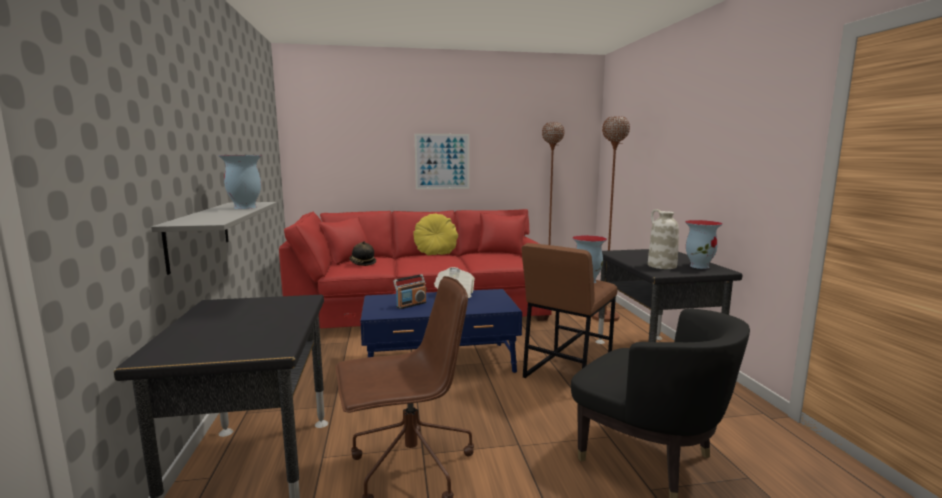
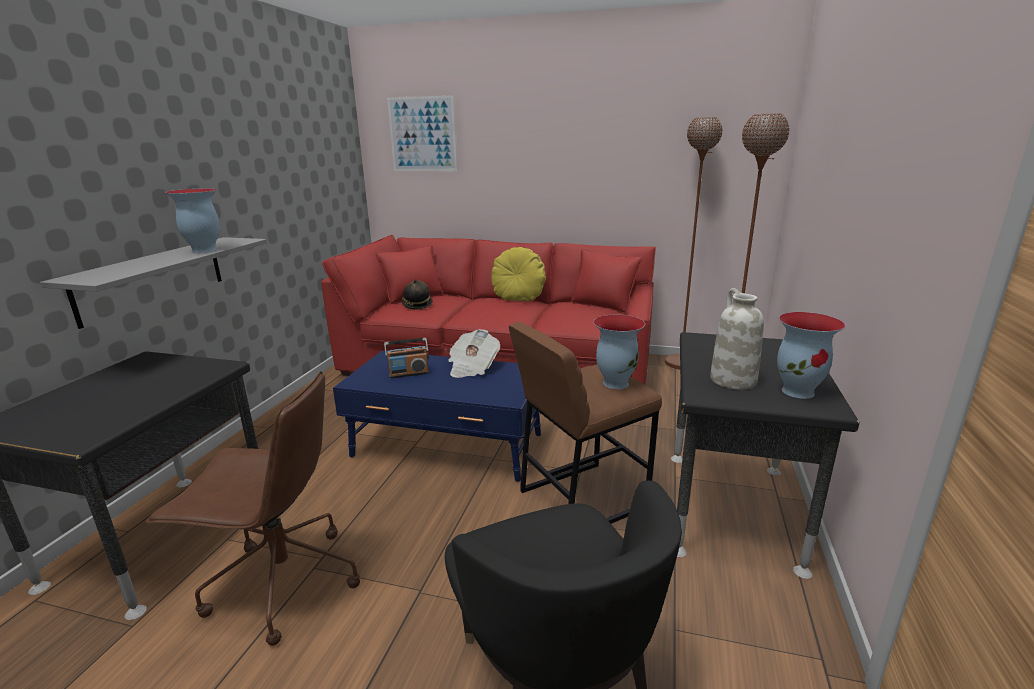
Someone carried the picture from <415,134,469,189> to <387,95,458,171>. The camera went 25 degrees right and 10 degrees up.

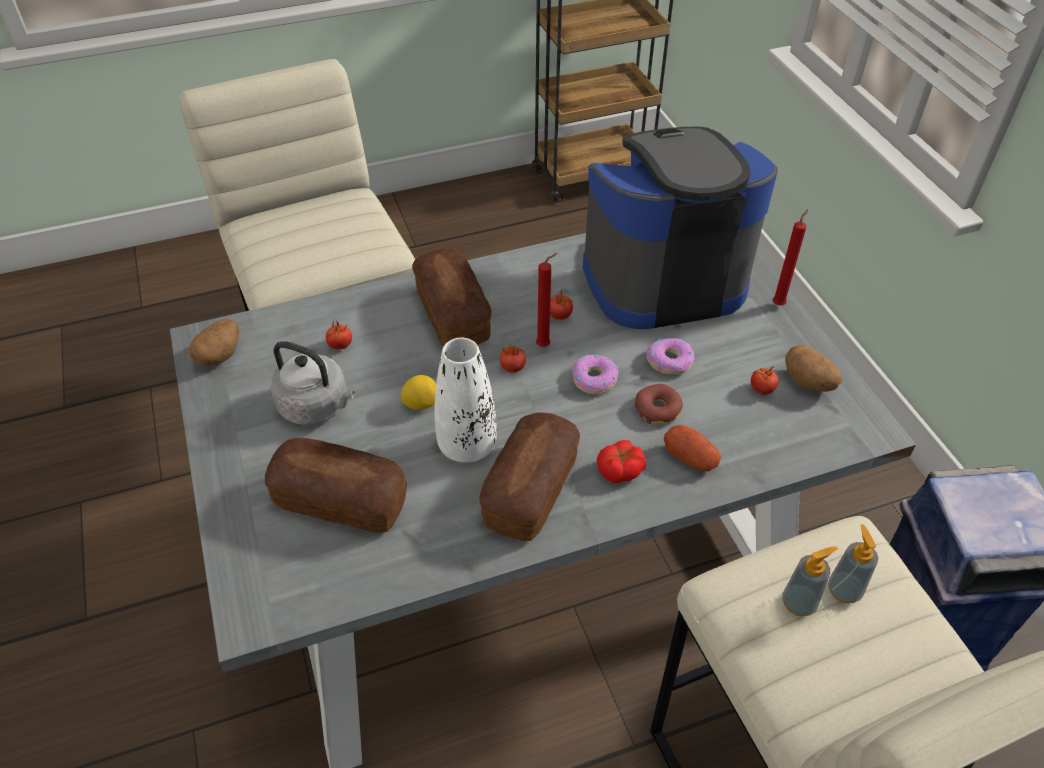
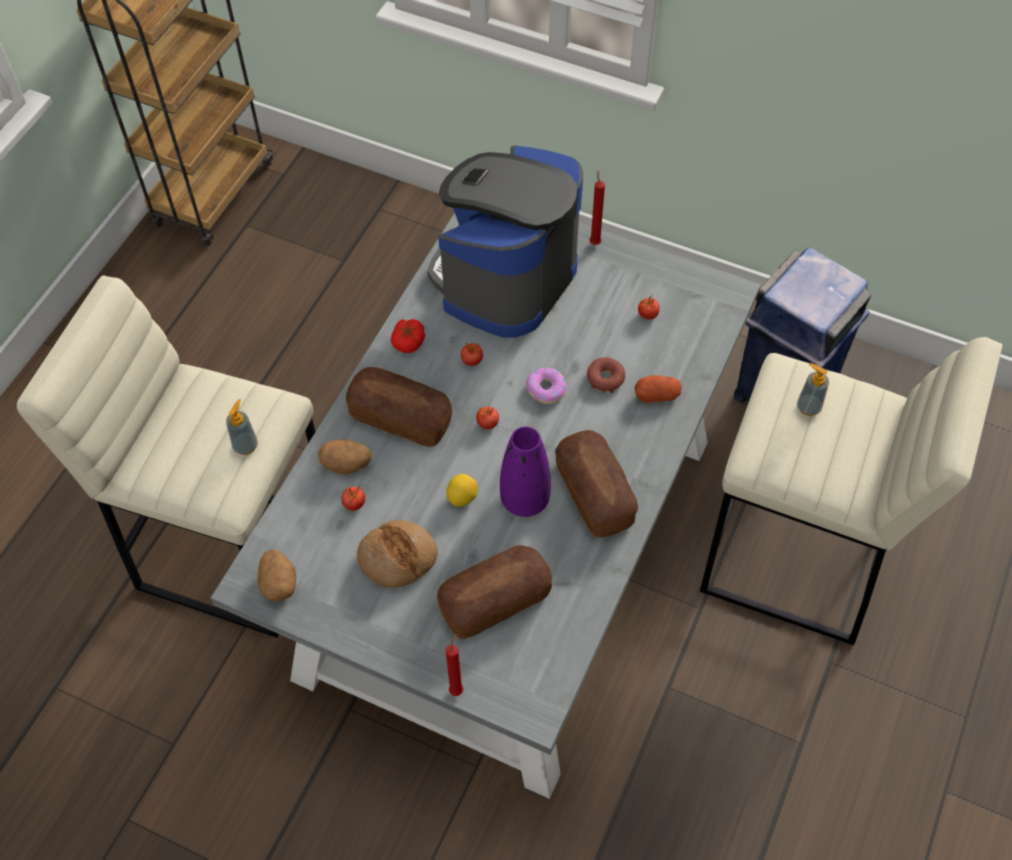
Someone carried the soap bottle from <782,546,838,616> to <226,399,258,455>. Someone carried the potato from <785,345,842,392> to <318,439,372,475>. Someone swapped the grey tea kettle at <271,341,355,425> for the bread at <357,520,438,588>. Someone carried the whole tomato from <597,440,646,483> to <391,319,425,353>. Someone carried the reddish candle from <536,253,557,347> to <446,634,464,696>. Someone repainted the white decorative vase at <435,338,497,463>, which became the purple-coloured decorative vase at <500,426,551,517>. Someone took away the doughnut at <647,338,694,375>. The camera went 45 degrees left and 10 degrees up.

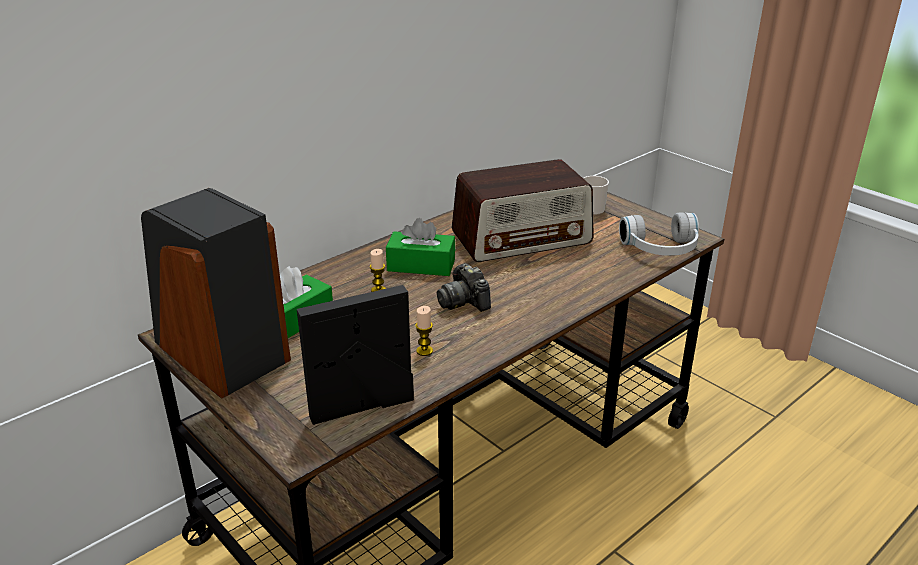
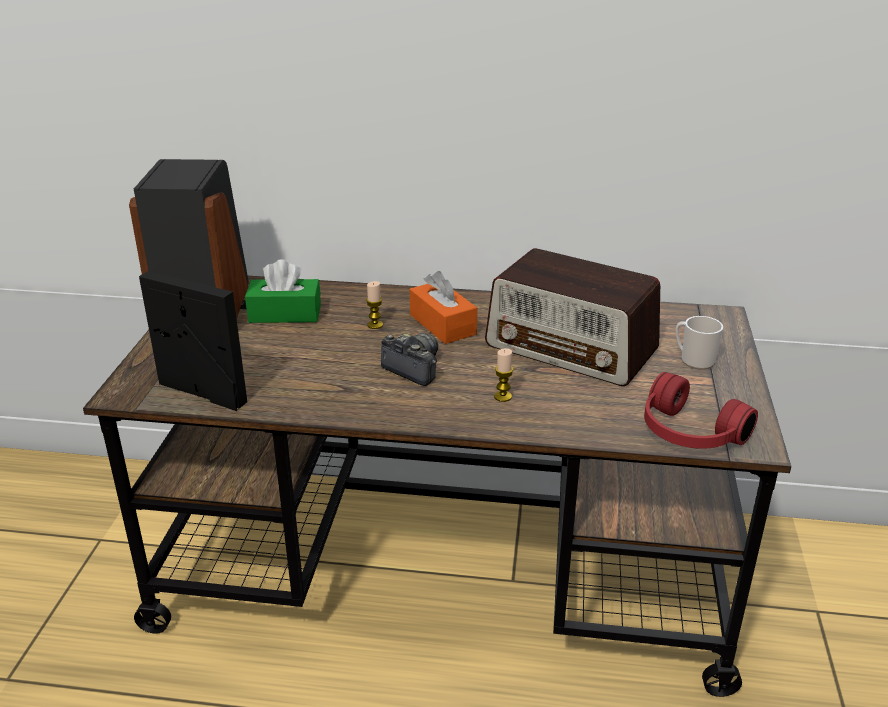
Someone rotated the still camera at <437,263,491,312> by 105 degrees clockwise. Someone repainted the green-coloured tissue box at <386,218,455,276>, which became the orange-coloured tissue box at <410,271,477,344>. Someone carried the candle from <415,306,433,356> to <494,348,513,402>. Someone repainted the white headset at <619,212,699,256>, which became the reddish headset at <644,372,758,449>. The camera went 50 degrees right and 0 degrees up.

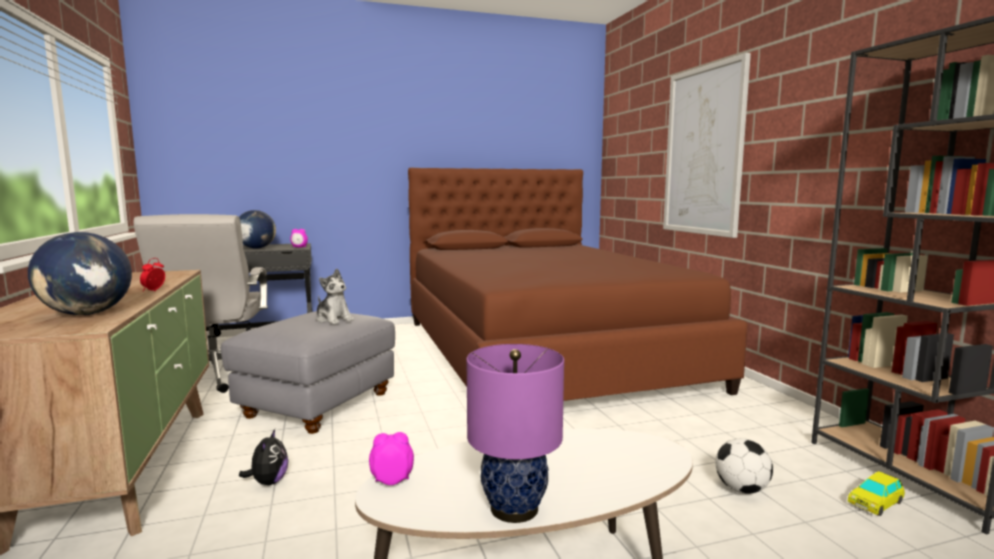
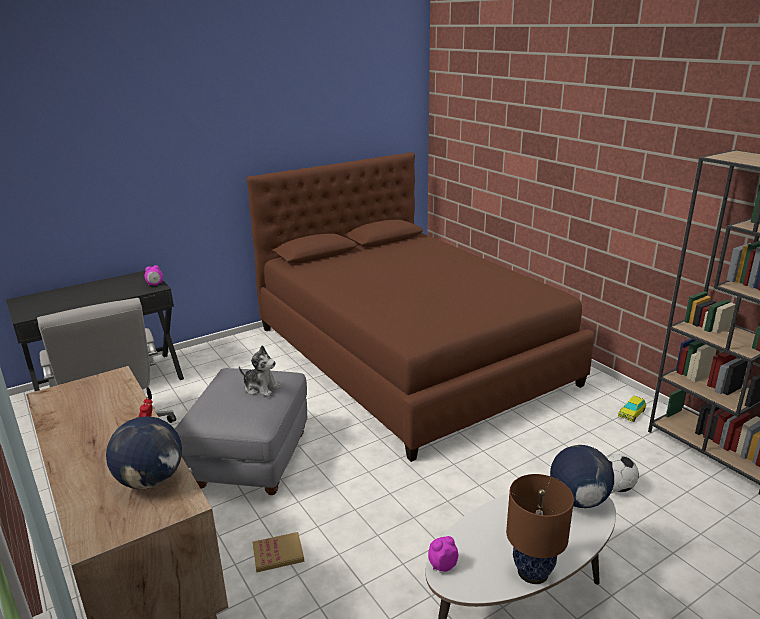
Someone swapped the plush toy at <239,429,288,485> for the volume at <252,532,304,573>. Someone repainted the purple-coloured table lamp at <466,344,564,523>, which became the brown table lamp at <506,474,574,584>. Someone carried the world globe from <239,210,276,248> to <550,445,614,508>. Someone carried the miniature car from <848,471,905,516> to <618,396,646,422>. Someone took away the picture at <663,53,751,238>. The camera went 15 degrees left and 15 degrees up.

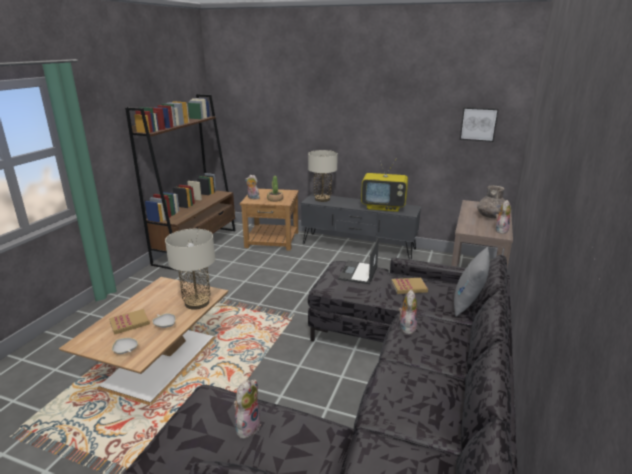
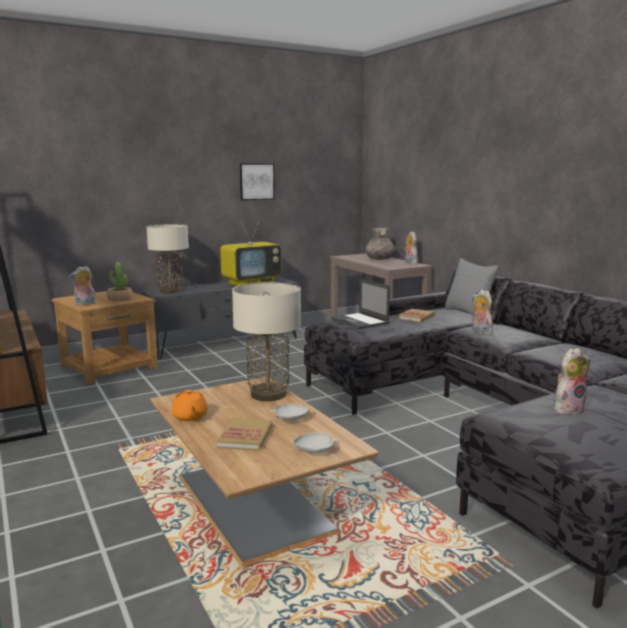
Someone put down the orange-coloured tea pot at <171,390,208,421>. Someone carried the picture from <460,107,499,142> to <239,163,275,200>. Someone rotated the plush toy at <234,379,261,441> by 90 degrees clockwise. The camera went 50 degrees left and 10 degrees down.

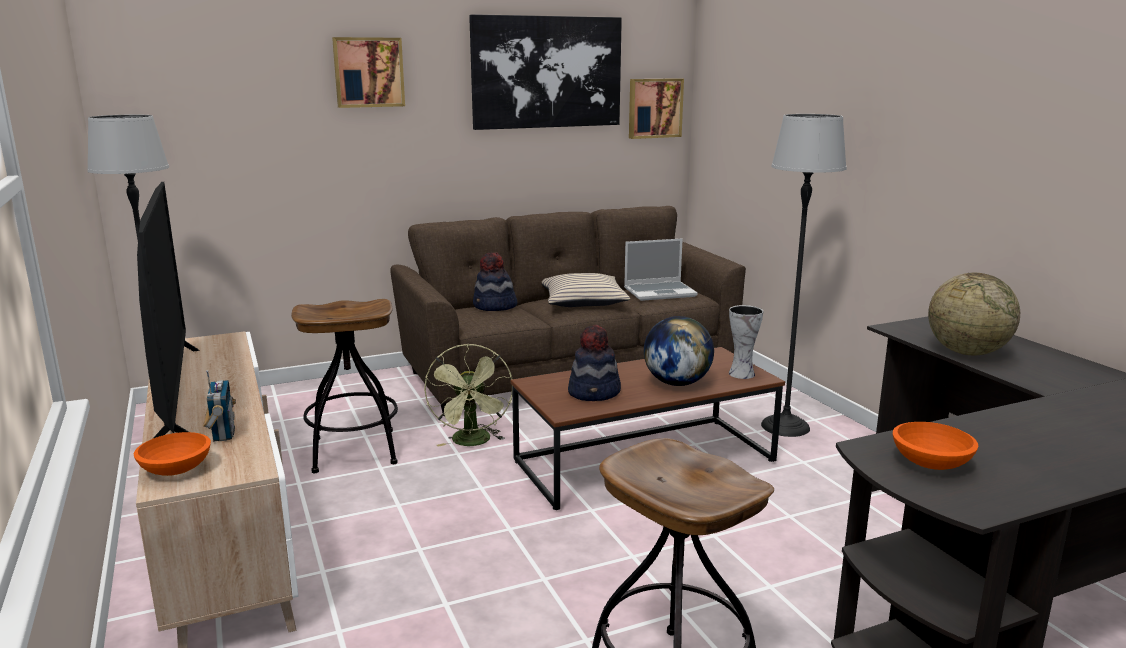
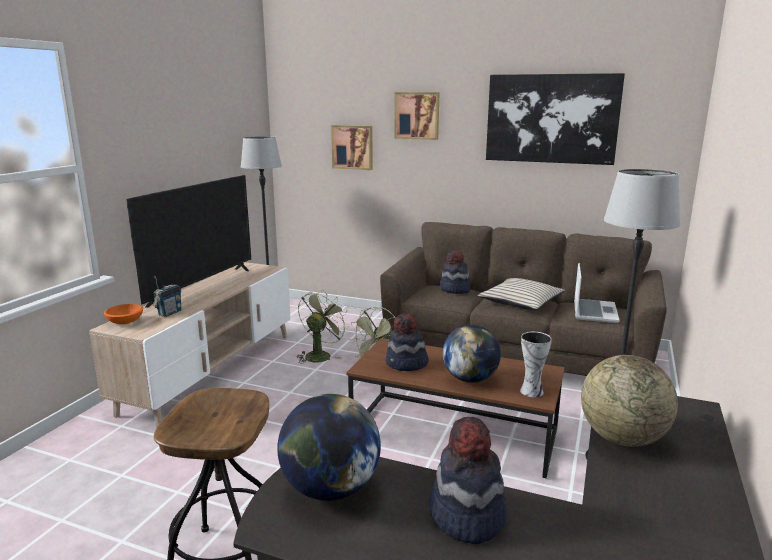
Someone swapped the orange-coloured bowl at <893,422,978,470> for the world globe at <277,394,381,501>. Someone swapped the brown sitting stool at <291,299,398,473> for the green-coloured electric fan at <297,289,350,364>. Someone carried the picture from <629,78,684,139> to <331,125,373,170>. Someone put down the hat at <429,417,507,544>. Someone rotated the laptop at <624,239,698,301> by 105 degrees counterclockwise. The camera went 45 degrees right and 0 degrees up.

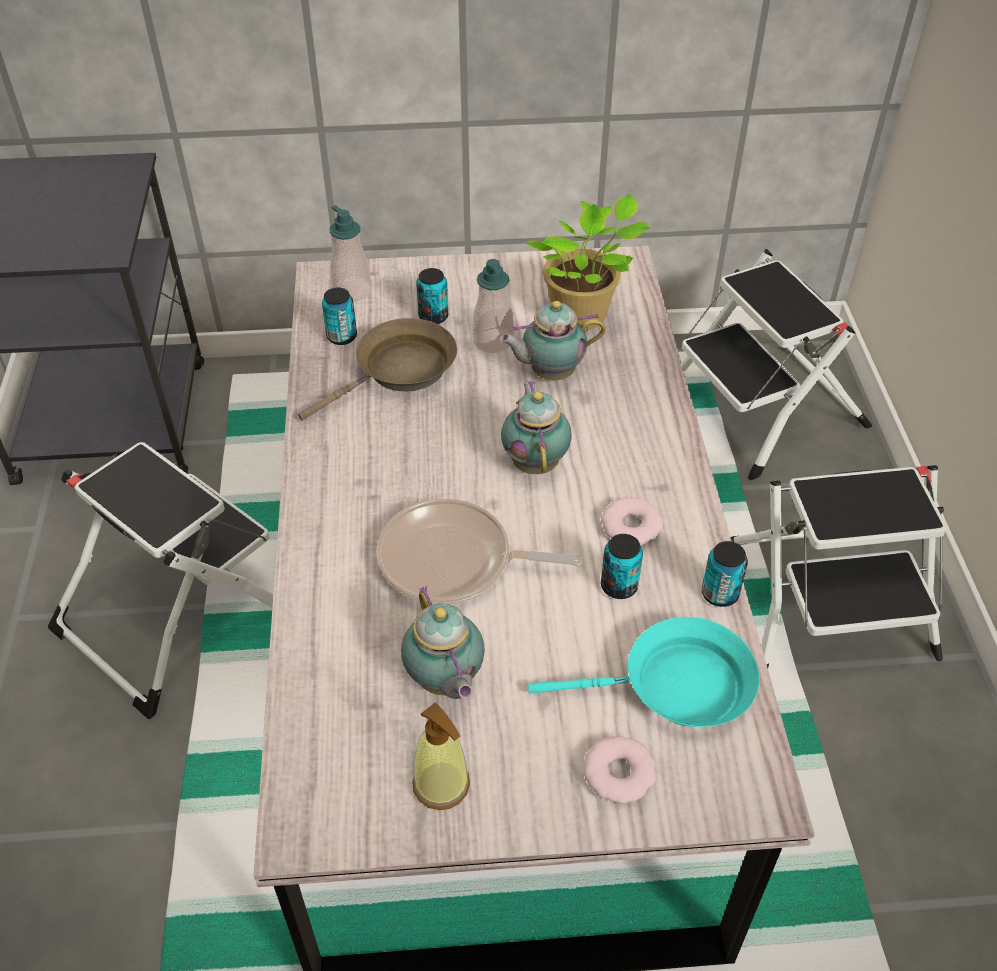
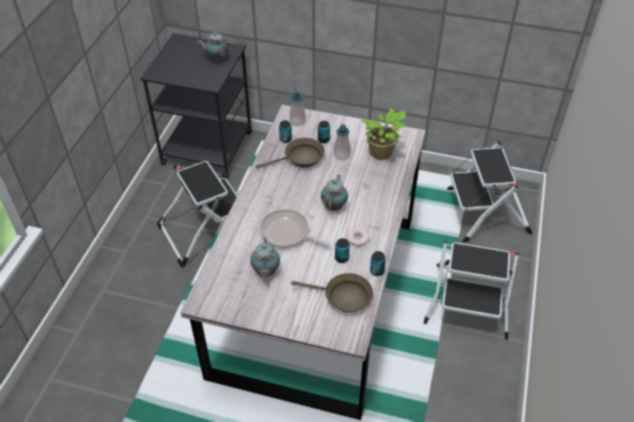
Someone carried the tea pot from <499,301,605,380> to <197,32,234,60>. Someone repainted the blue-green skillet at <528,617,759,727>, which became the brown skillet at <291,273,373,313>. Someone took away the soap bottle at <412,702,470,810>. Someone took away the doughnut at <584,736,656,804>. The camera went 20 degrees right and 0 degrees up.

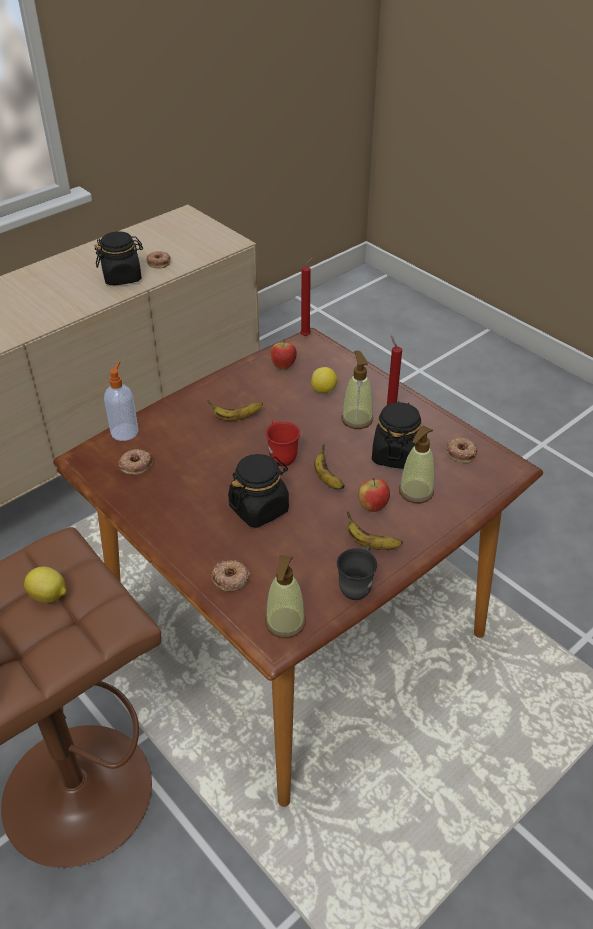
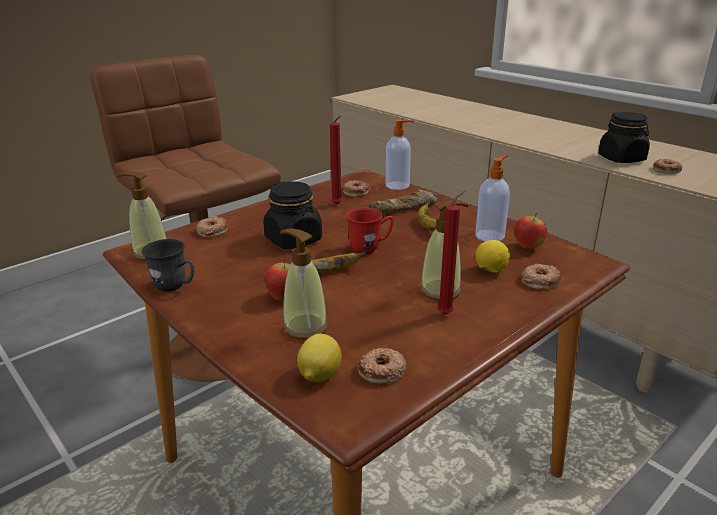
Someone carried the lemon from <24,567,67,603> to <297,334,342,382>. Someone carried the reddish candle from <300,257,313,336> to <330,116,342,204>. Someone put down the bread at <368,189,438,213>. Someone put down the soap bottle at <475,155,510,241>. Someone put down the doughnut at <522,263,561,290>. Someone took away the banana at <347,511,403,550>. Someone took away the blackish storage jar at <372,401,422,469>. The camera went 90 degrees right and 15 degrees down.

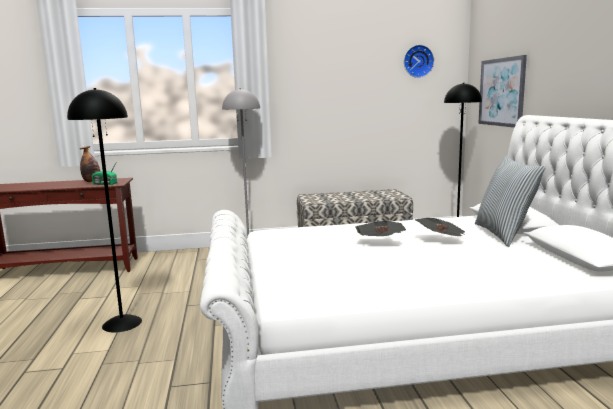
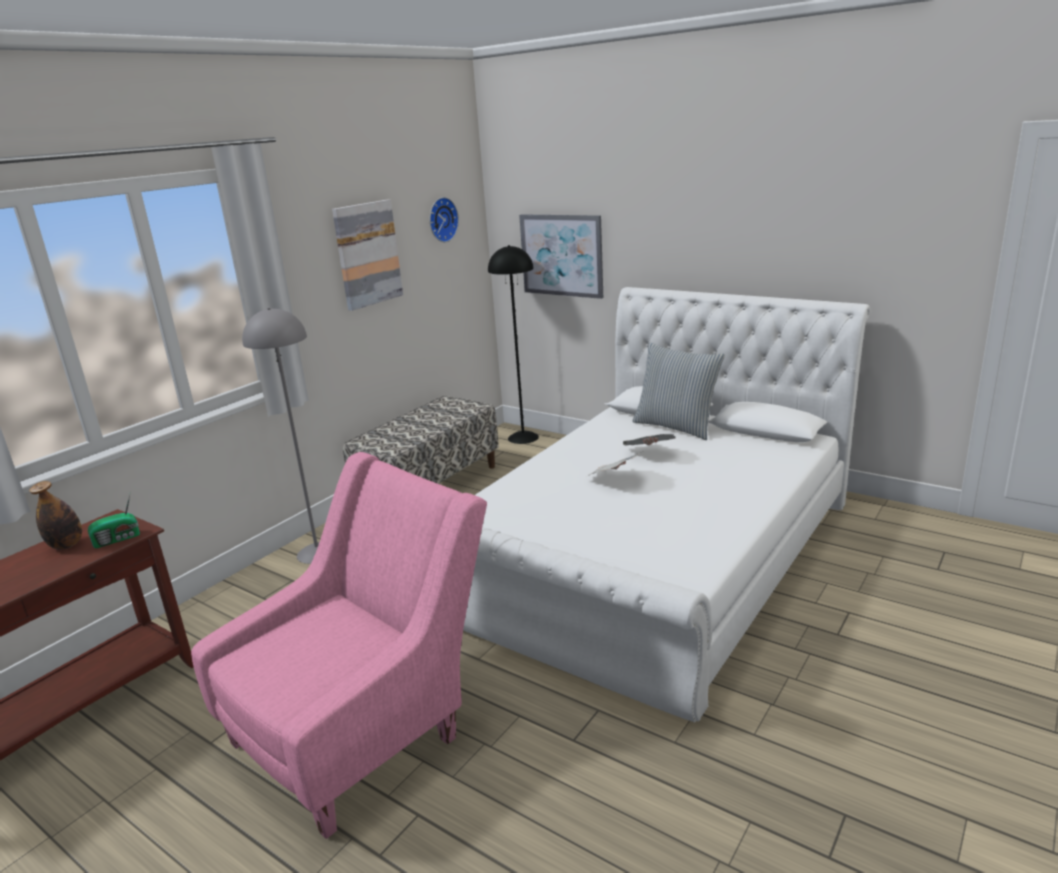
Someone swapped the blackish standing lamp at <67,88,142,332> for the pinkish easy chair at <191,452,487,839>. Someone put up the picture at <332,200,403,311>. The camera went 45 degrees left and 10 degrees up.

